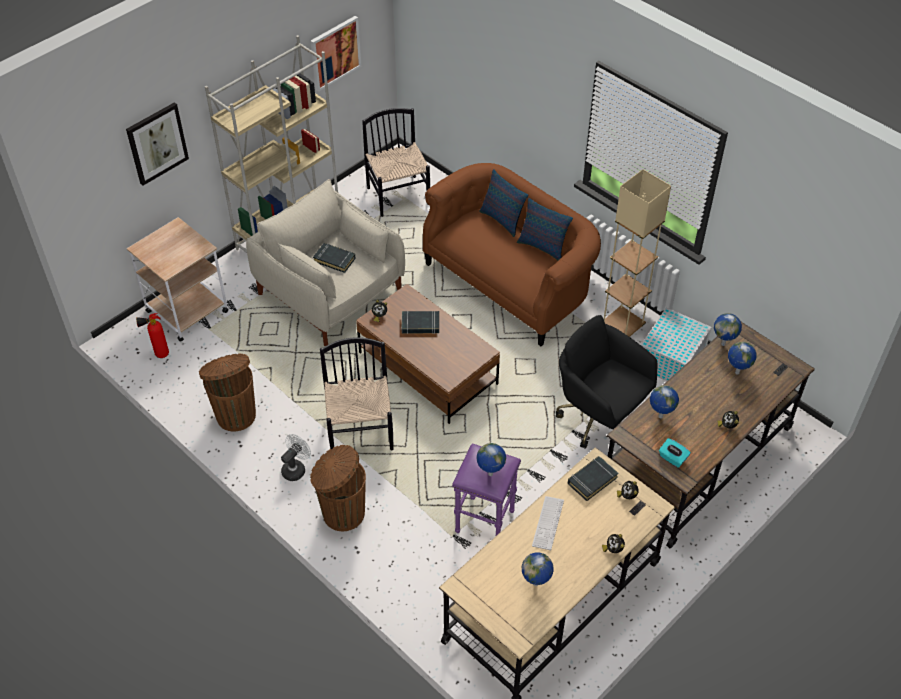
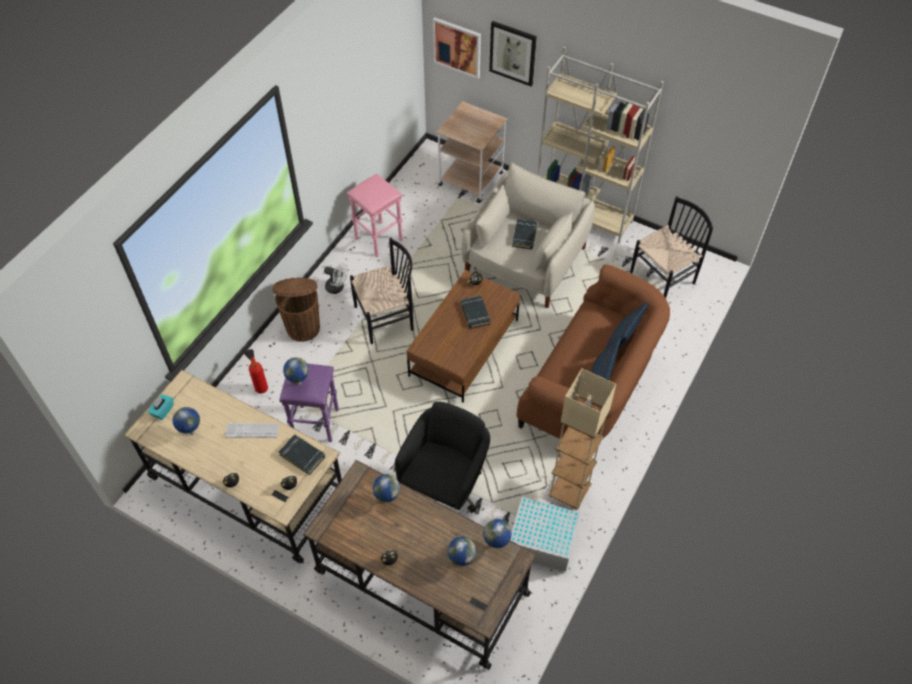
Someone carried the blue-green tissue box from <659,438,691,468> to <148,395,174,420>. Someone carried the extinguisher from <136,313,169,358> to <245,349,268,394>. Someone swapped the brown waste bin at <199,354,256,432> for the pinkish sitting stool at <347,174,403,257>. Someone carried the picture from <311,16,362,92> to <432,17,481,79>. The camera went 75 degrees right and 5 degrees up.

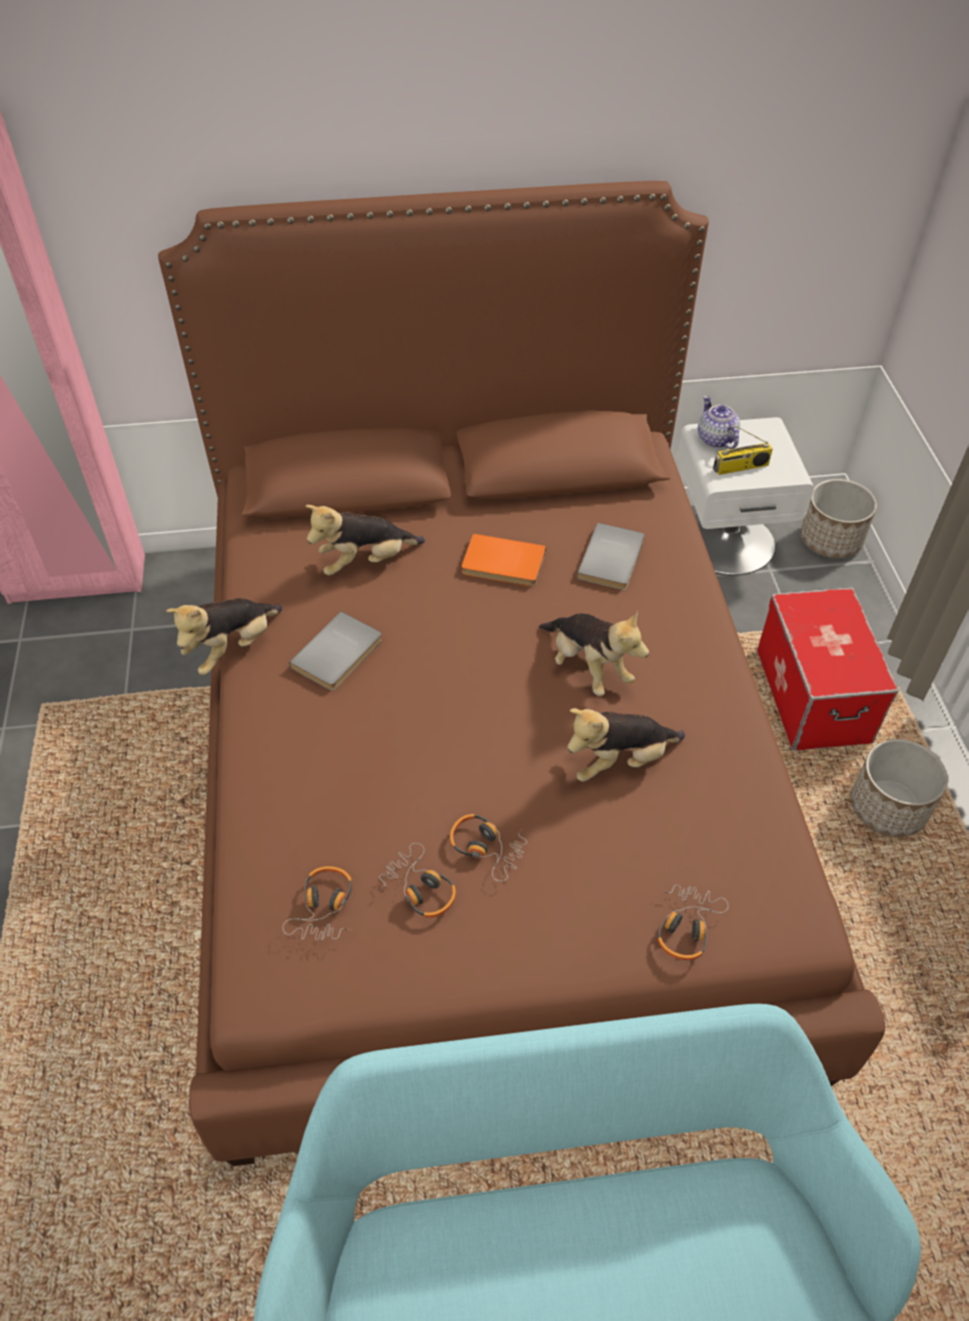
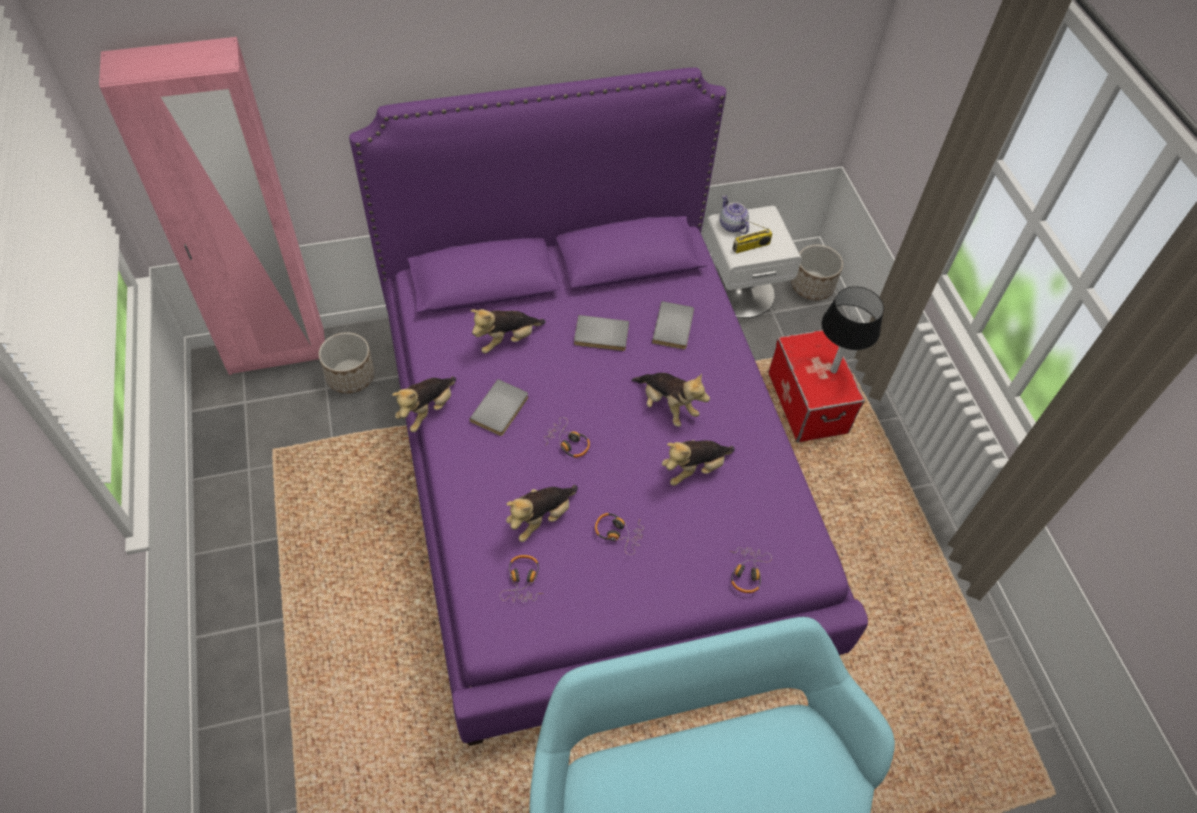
Someone carried the flower pot from <851,739,948,837> to <319,332,375,394>. Someone repainted the brown bed at <158,181,885,1166>, which became the purple-coloured bed at <349,68,868,746>. Someone put down the plush toy at <506,485,578,542>. Someone carried the headset from <378,843,456,918> to <544,417,590,458>. Someone repainted the orange-coloured volume at <462,534,546,587>, which became the grey volume at <574,315,629,351>. Someone put down the blackish table lamp at <821,286,884,373>. The camera went 10 degrees left and 5 degrees up.

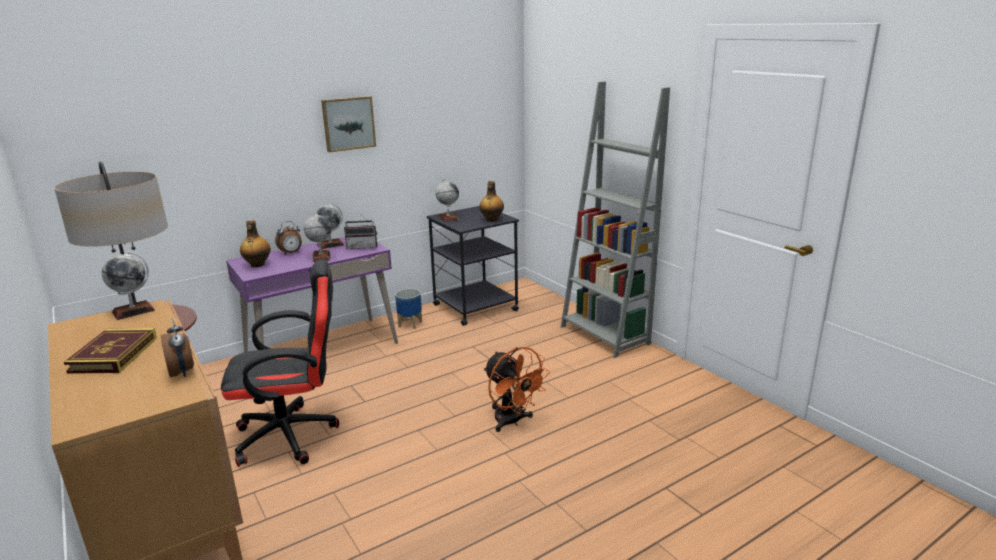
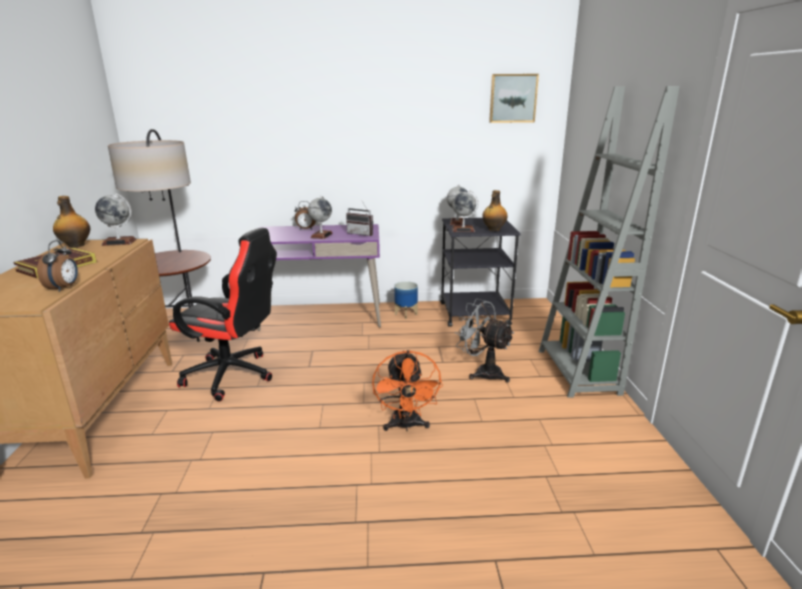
Someone carried the drink bottle from <240,220,270,267> to <53,196,90,248>. Someone carried the world globe from <314,203,345,249> to <452,191,479,232>. Someone put down the grey electric fan at <454,299,514,383>. Someone carried the picture from <321,96,376,152> to <489,74,539,123>. The camera went 30 degrees right and 0 degrees up.

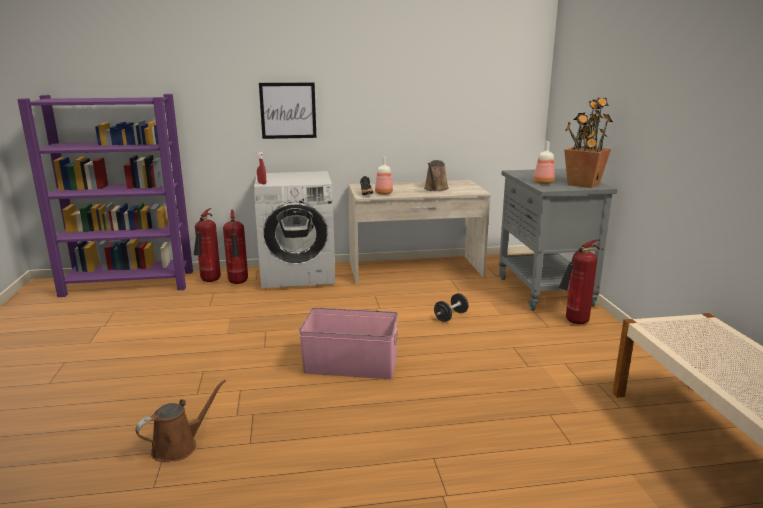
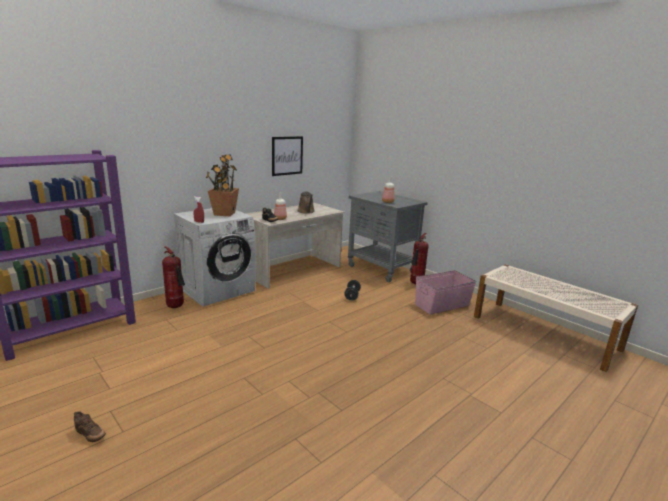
Someone put down the brown low shoe at <74,411,106,442>. Someone carried the houseplant from <564,98,613,188> to <206,154,239,216>. Someone carried the picture from <259,83,316,139> to <272,136,303,176>. Someone carried the pinkish storage bin from <299,307,398,379> to <415,270,476,314>. Someone took away the brown watering can at <135,379,226,462>. Someone took away the extinguisher at <194,208,221,282>. The camera went 35 degrees left and 0 degrees up.

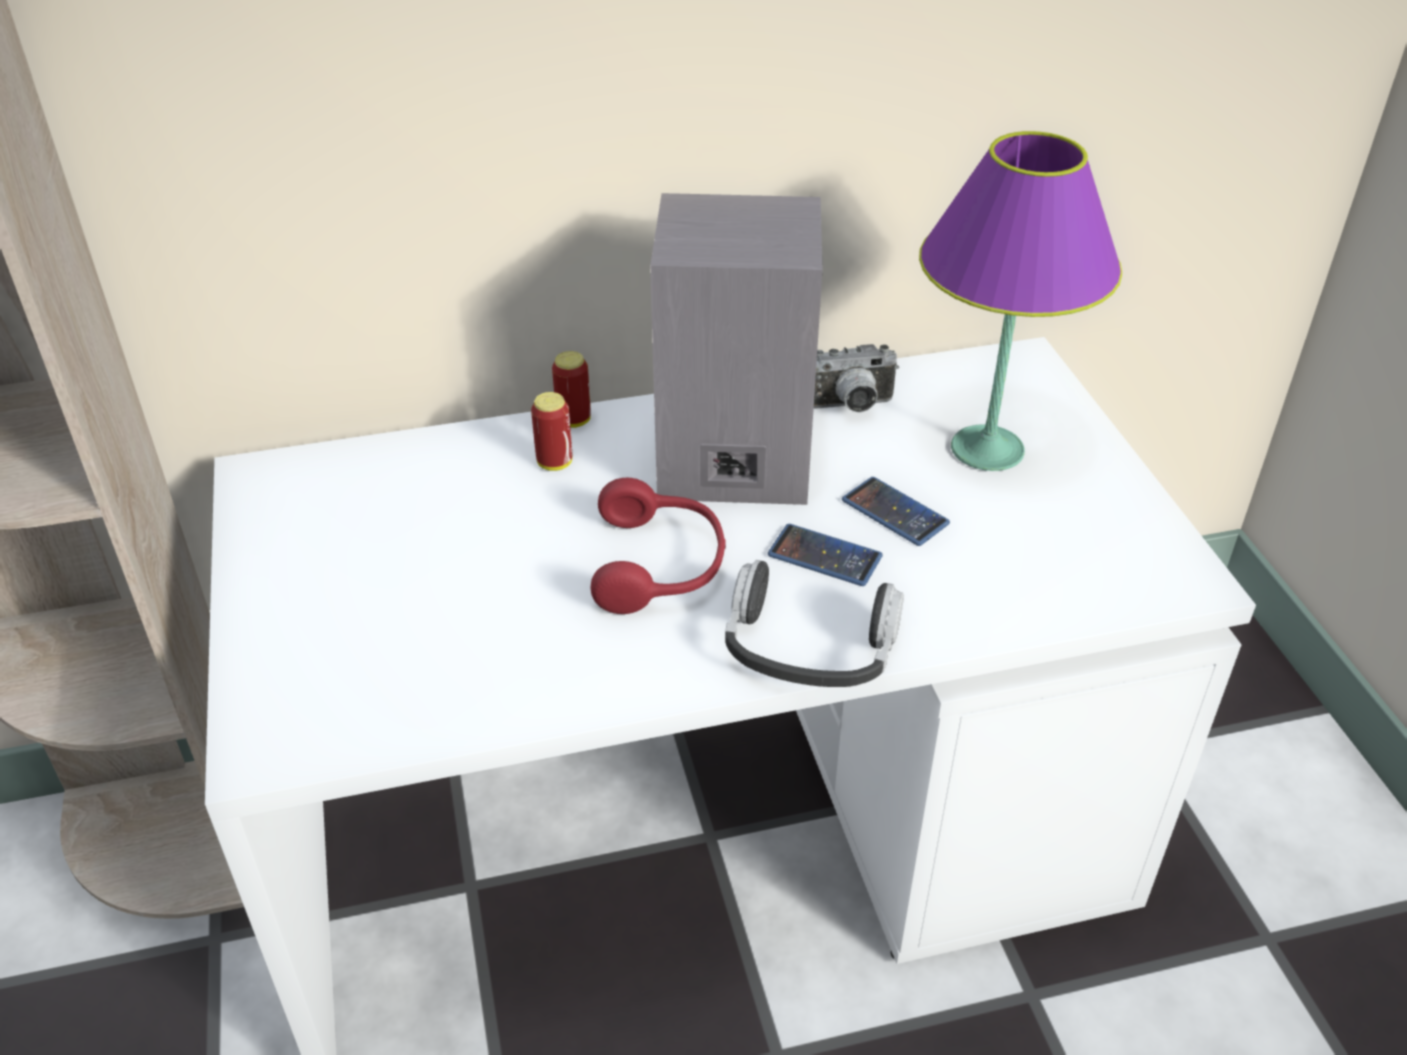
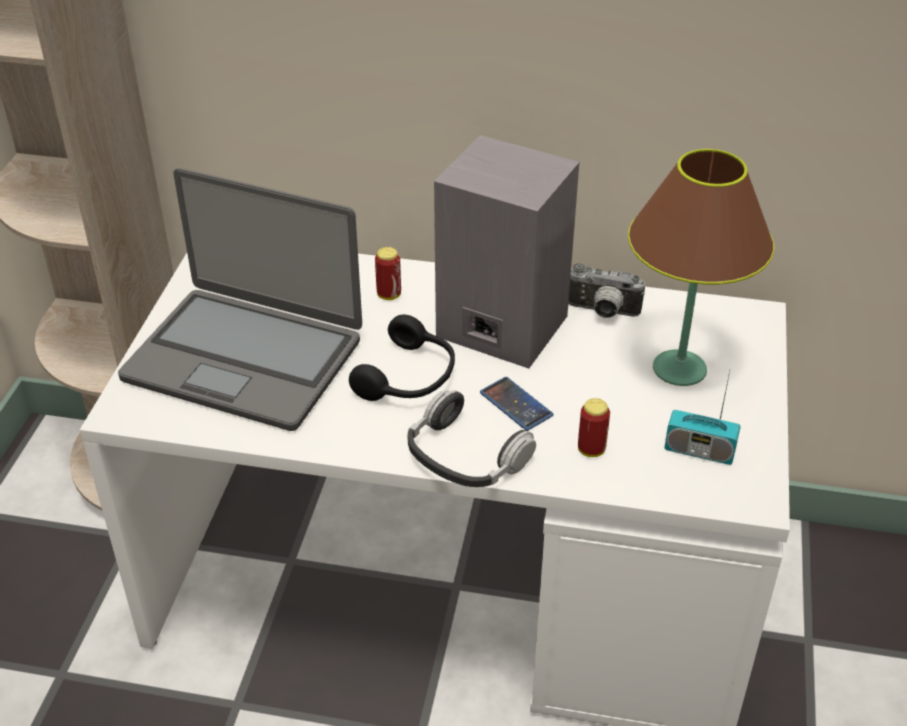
Someone put down the laptop at <118,168,362,431>. Someone repainted the reddish headset at <591,478,726,614>, which became the blackish headset at <349,314,455,401>. Someone carried the sealed can from <552,351,591,428> to <578,398,610,457>. Someone repainted the purple-coloured table lamp at <919,131,1122,471>, which became the brown table lamp at <628,149,774,386>. Someone put down the radio receiver at <665,371,740,465>. Someone took away the telephone at <842,477,950,546>. The camera went 25 degrees right and 0 degrees up.

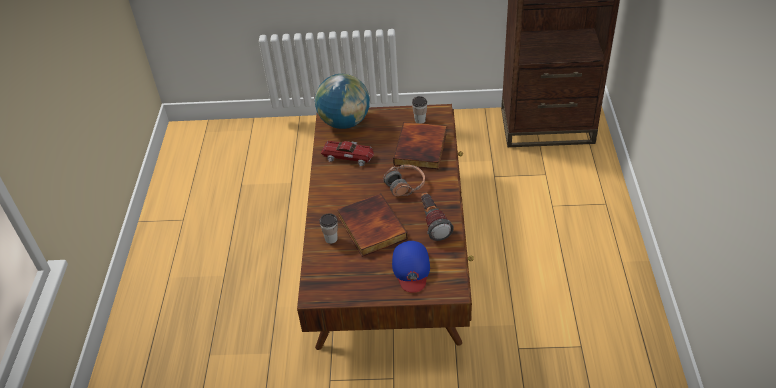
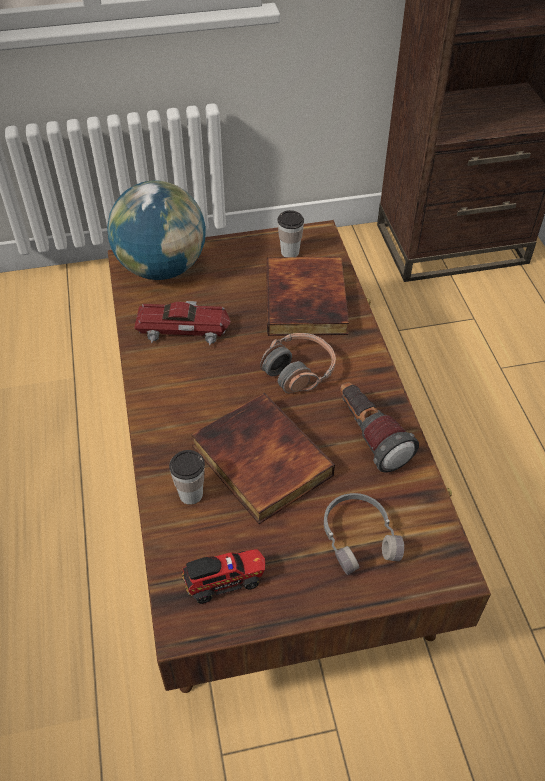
Someone put down the toy truck at <182,549,265,604>. Someone swapped the blue peaked cap at <392,241,430,293> for the grey headset at <324,493,404,575>. The camera went 15 degrees left and 5 degrees up.

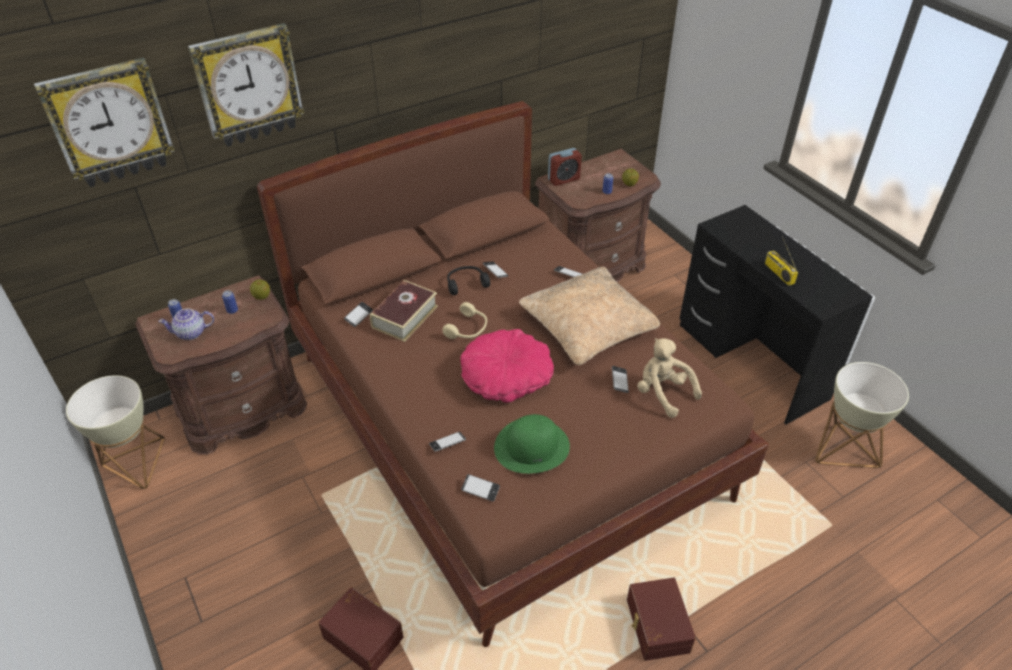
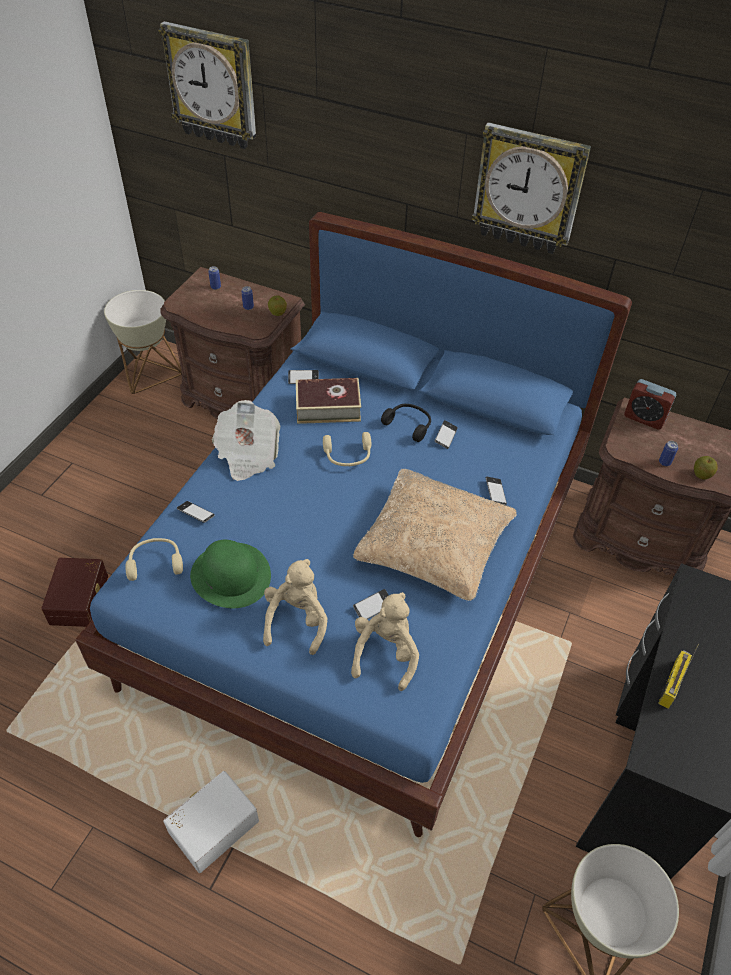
Someone repainted the brown bed at <257,101,769,647>, which became the blue bed at <75,212,632,837>. Someone swapped the telephone at <461,474,500,501> for the beige headset at <125,538,183,581>. Someone repainted the brown storage bin at <627,578,696,661>, which became the white storage bin at <163,771,259,873>. Someone put down the printed paper at <212,400,280,481>. Someone put down the beige plush toy at <263,559,328,655>. Someone carried the wall clock from <188,23,304,147> to <472,122,591,254>. Someone took away the tea pot at <158,308,214,340>. Someone took away the pinkish throw pillow at <460,329,554,403>. The camera went 55 degrees right and 5 degrees up.

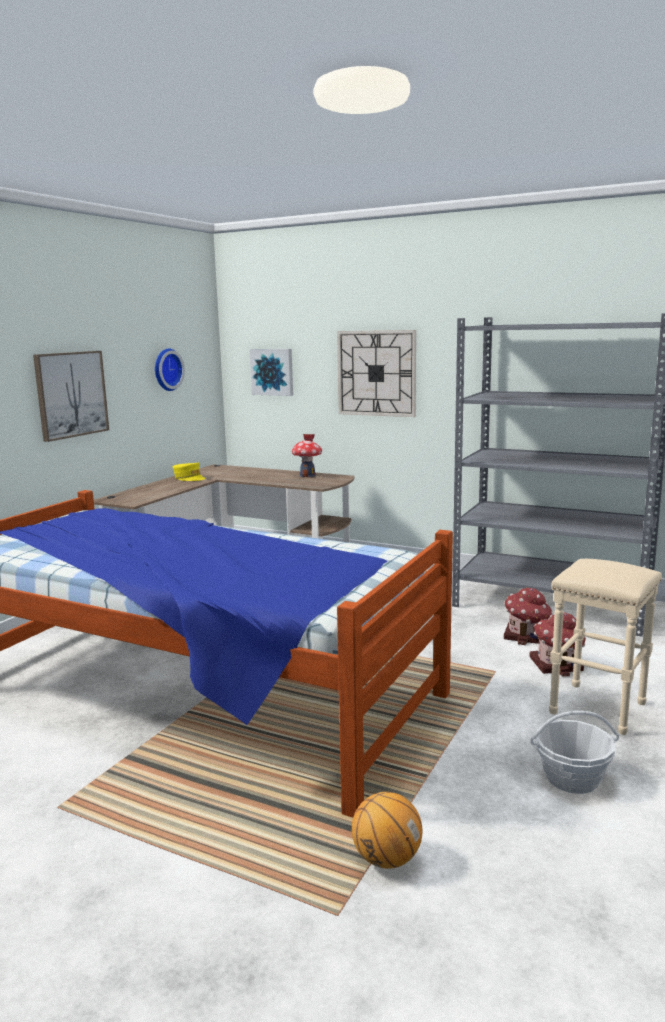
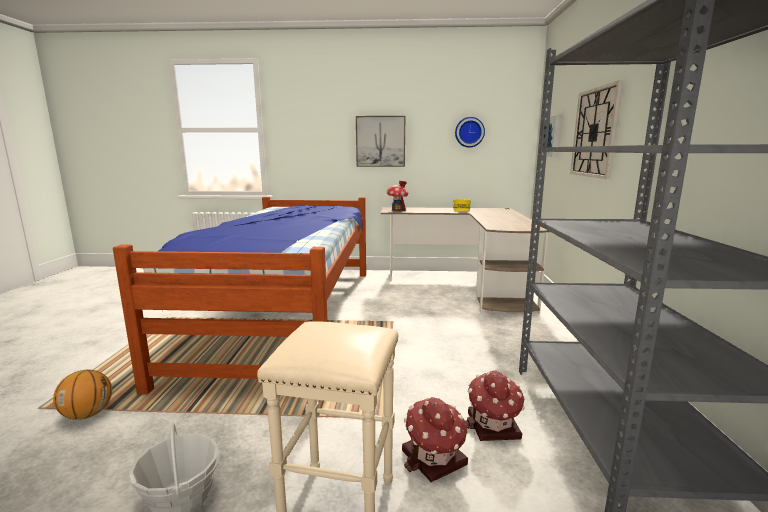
Someone carried the toy house from <292,434,322,477> to <387,180,408,211>. The camera went 65 degrees right and 0 degrees up.

